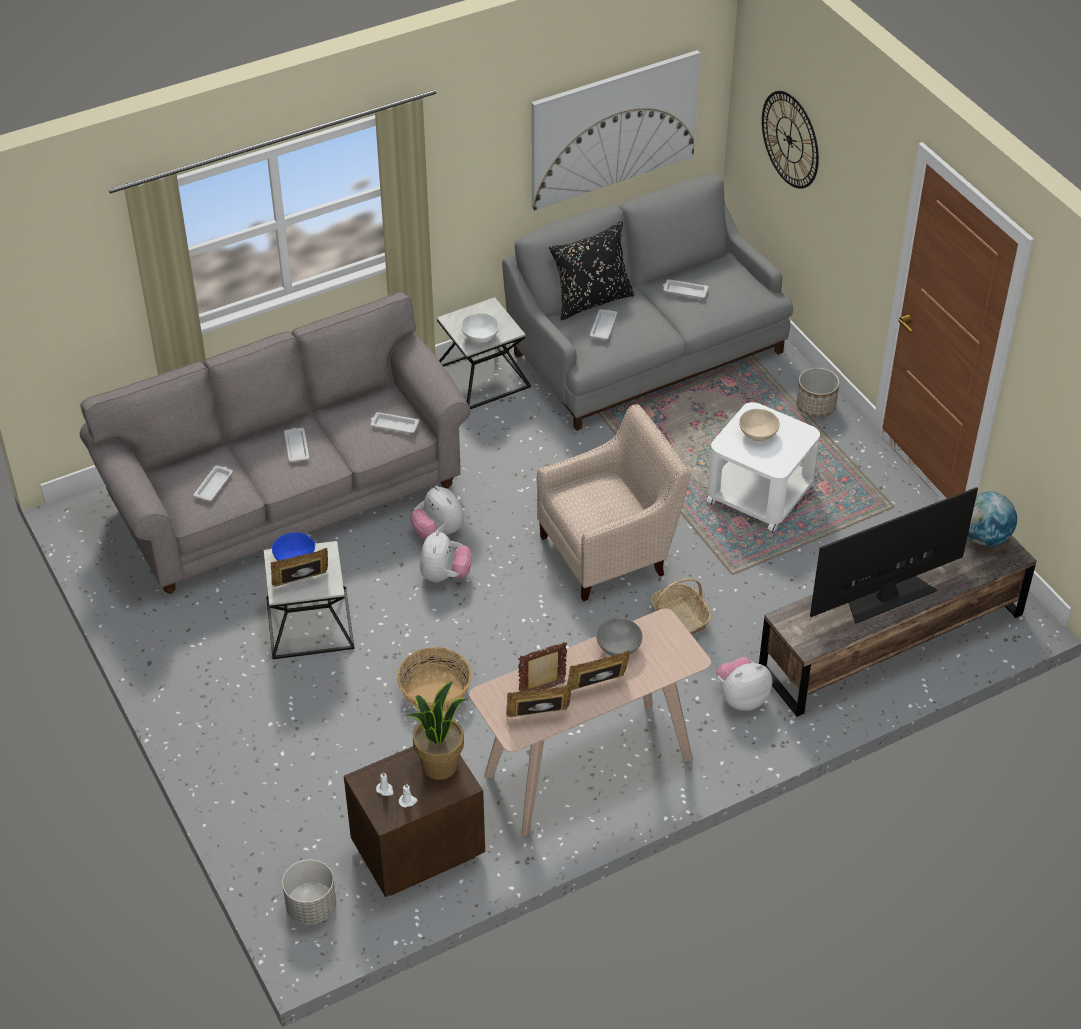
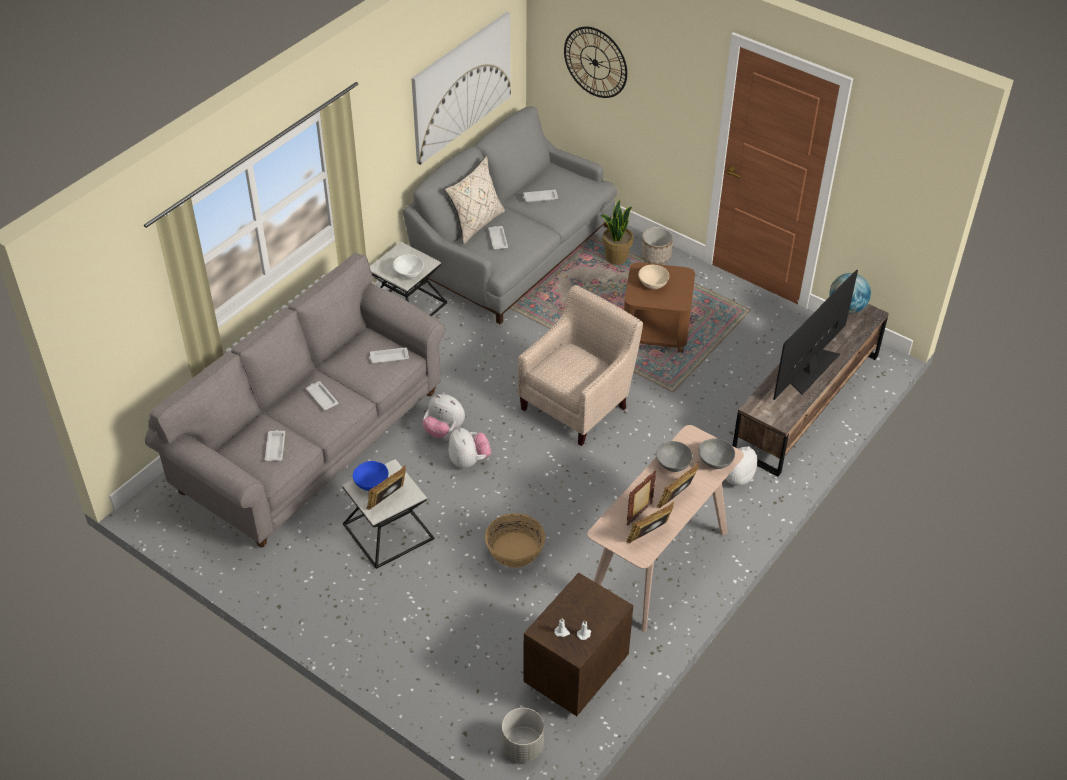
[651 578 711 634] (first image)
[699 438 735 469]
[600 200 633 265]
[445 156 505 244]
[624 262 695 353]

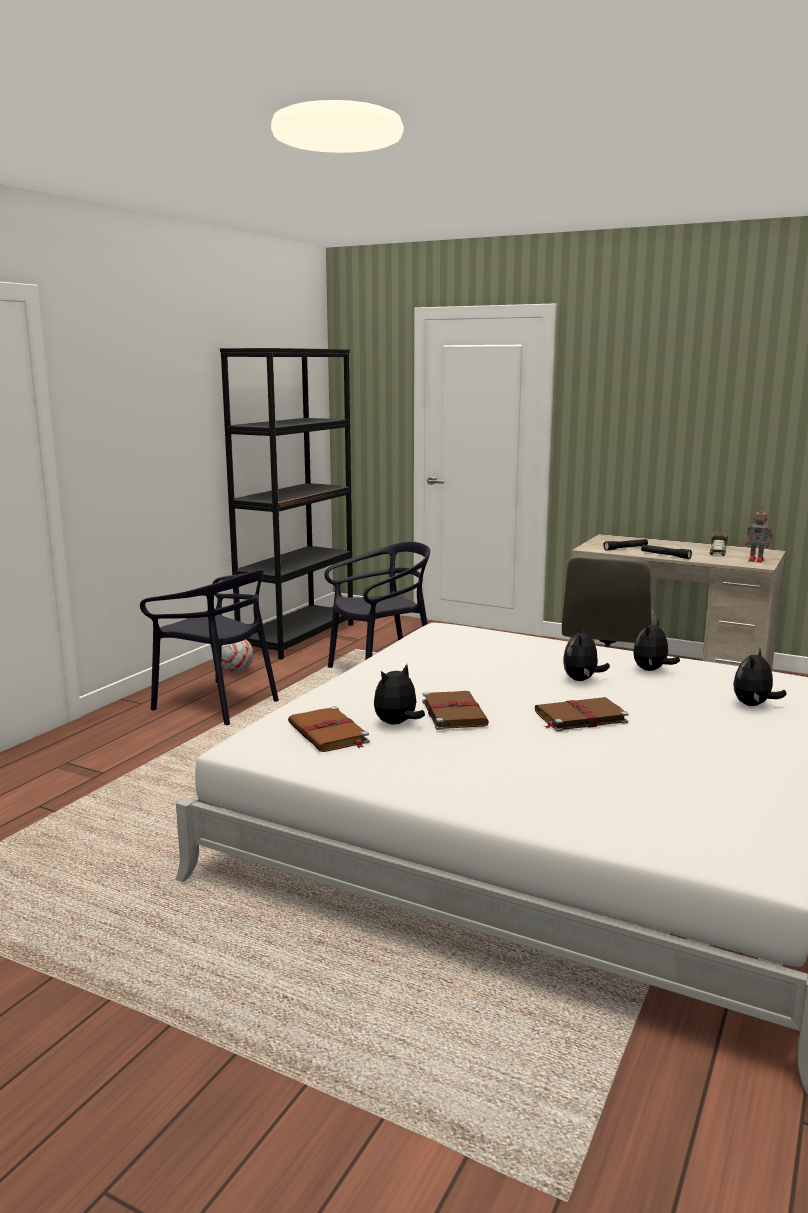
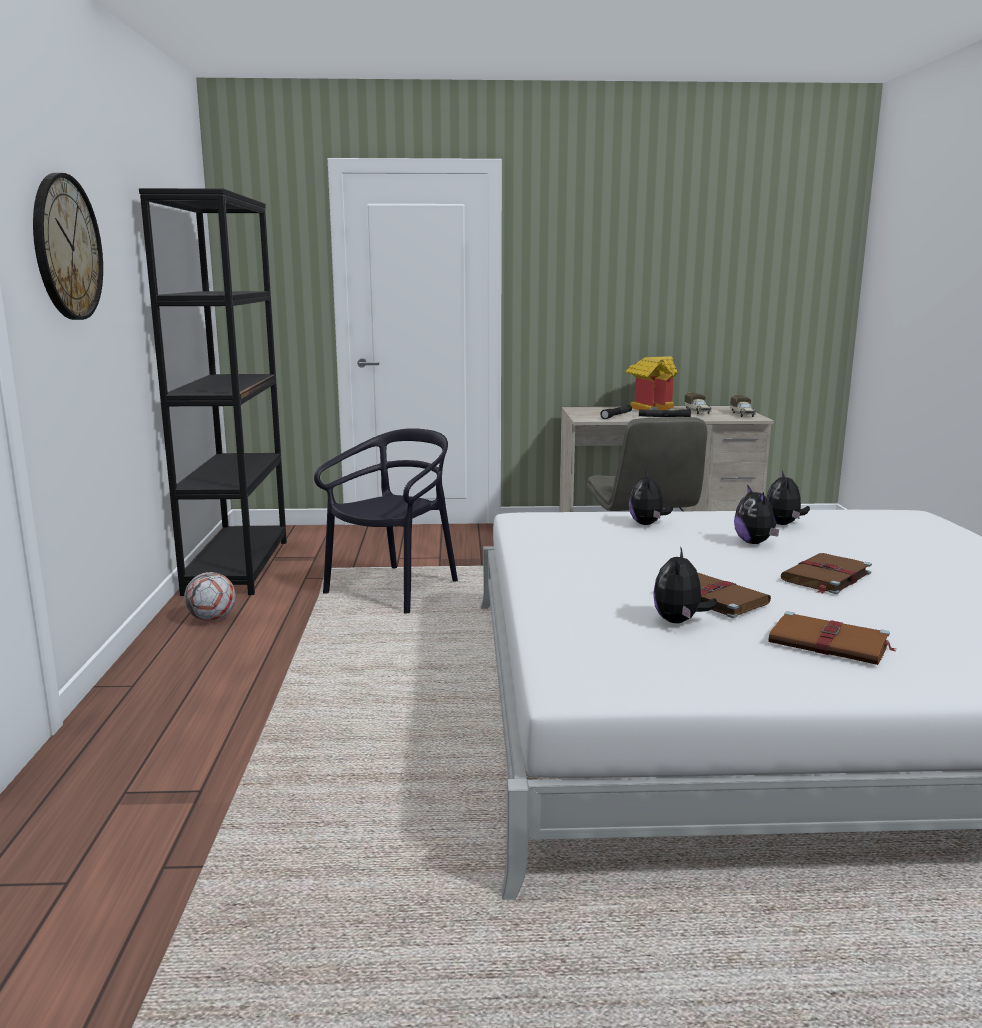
[140 569 279 725] (first image)
[33 173 103 320]
[625 356 678 410]
[769 611 897 665]
[629 471 673 525]
[730 395 756 417]

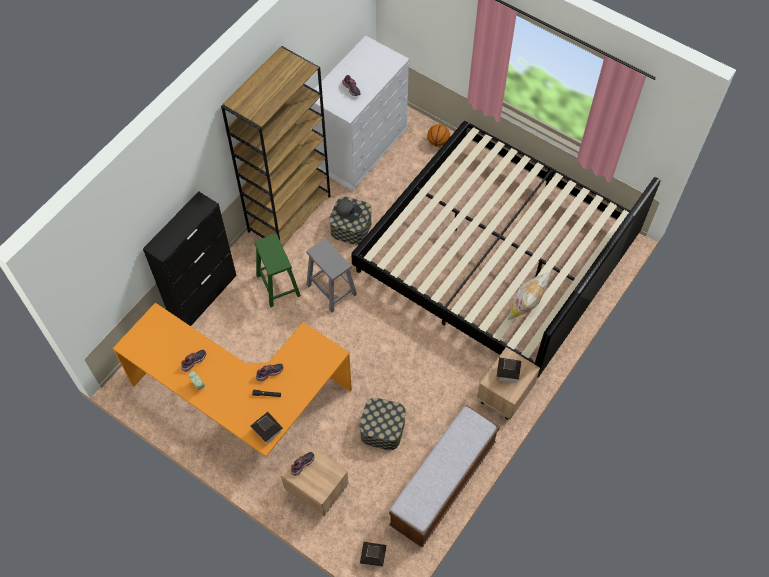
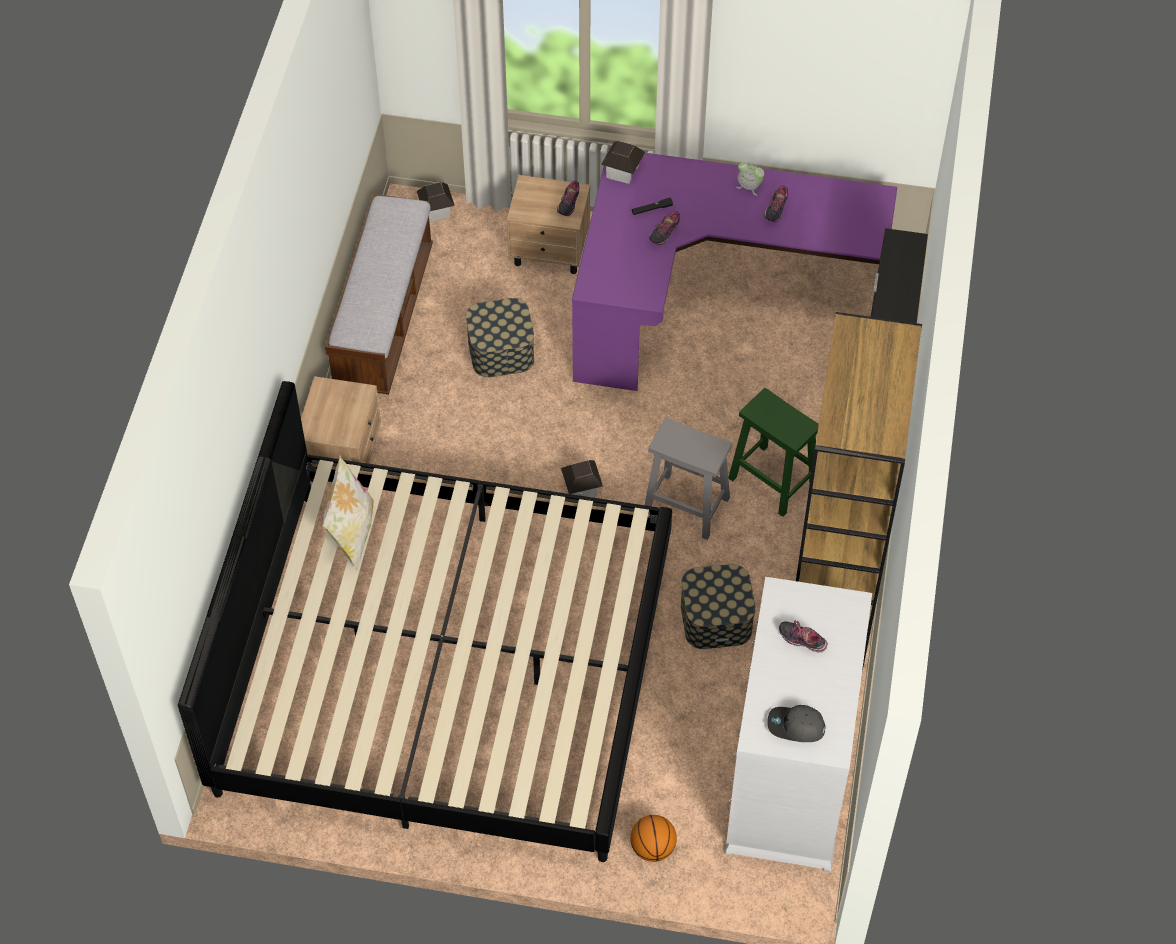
[767 705 825 742]
[561 460 603 497]
[572 148 897 391]

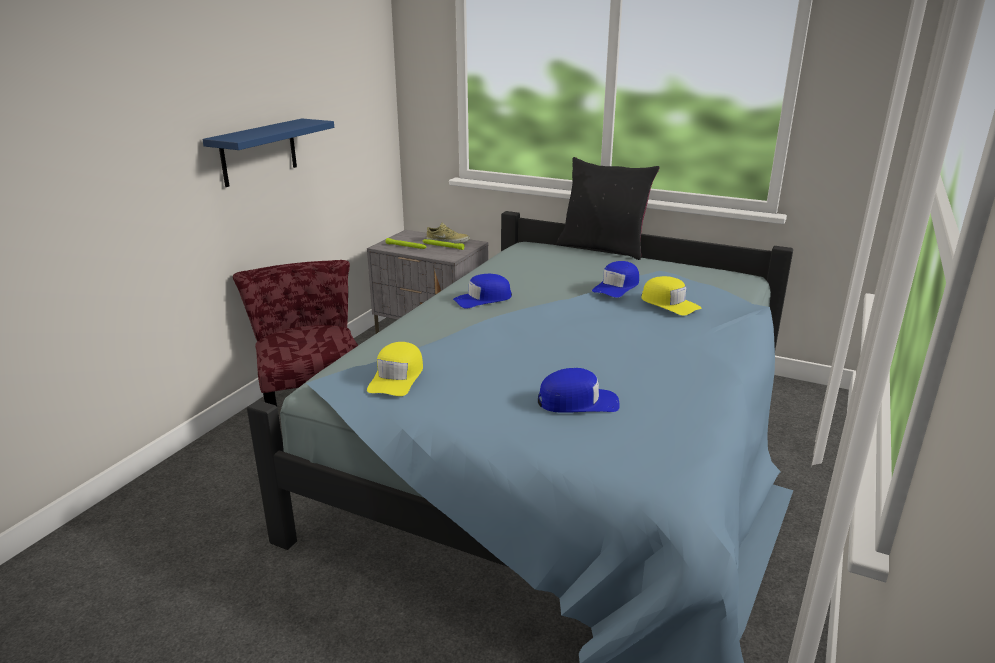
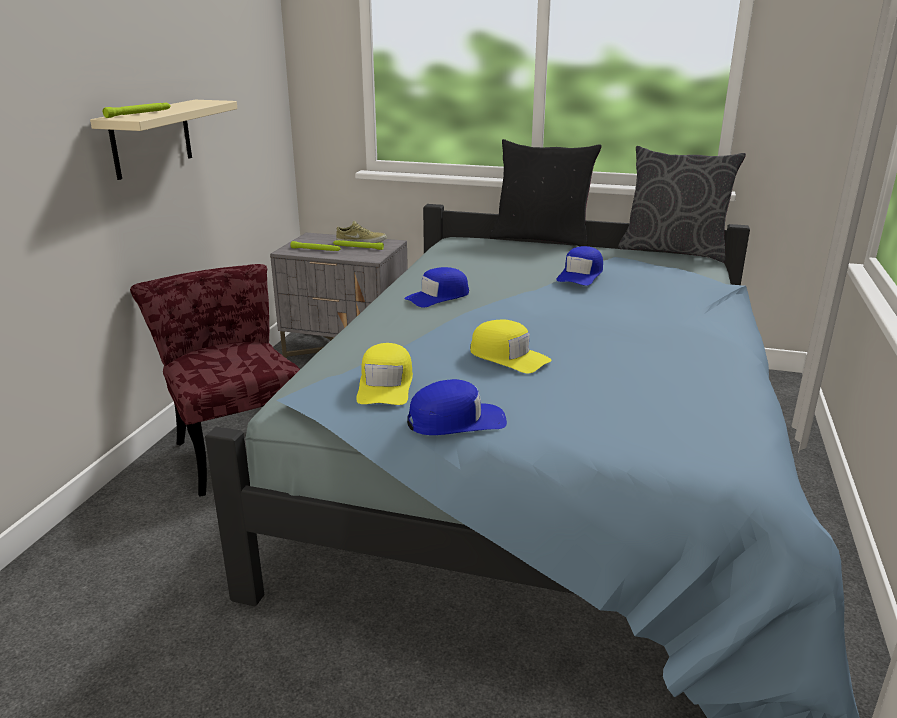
[103 103 171 118]
[618 146 746 262]
[407 379 507 435]
[470 319 552 374]
[90 100 237 180]

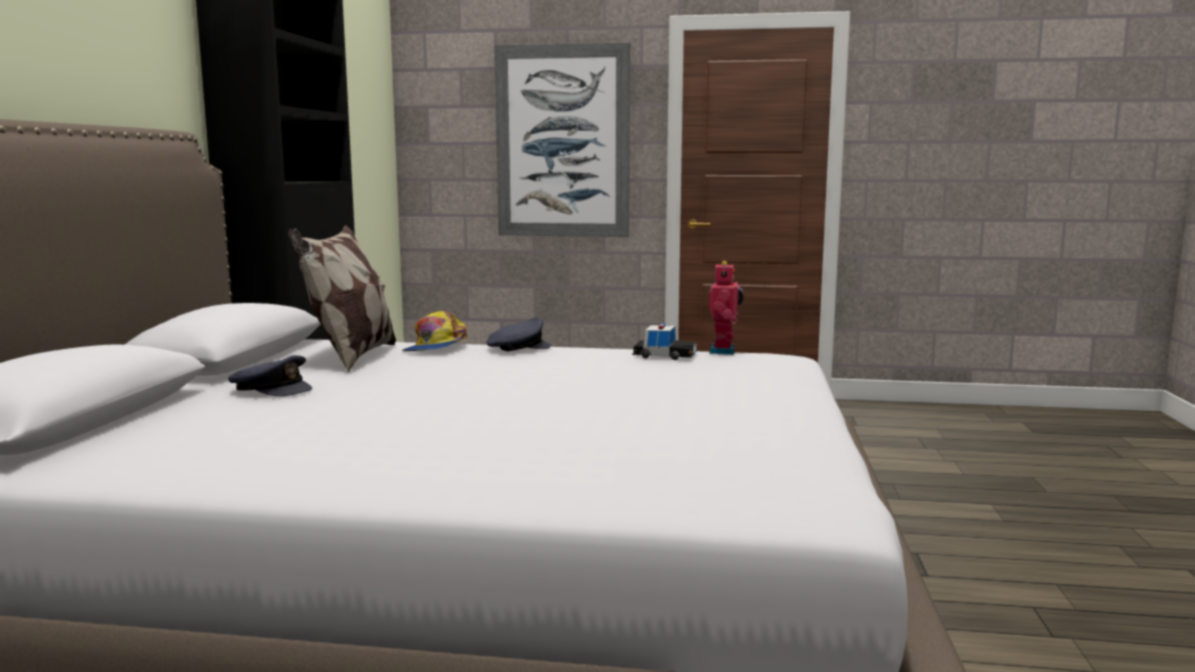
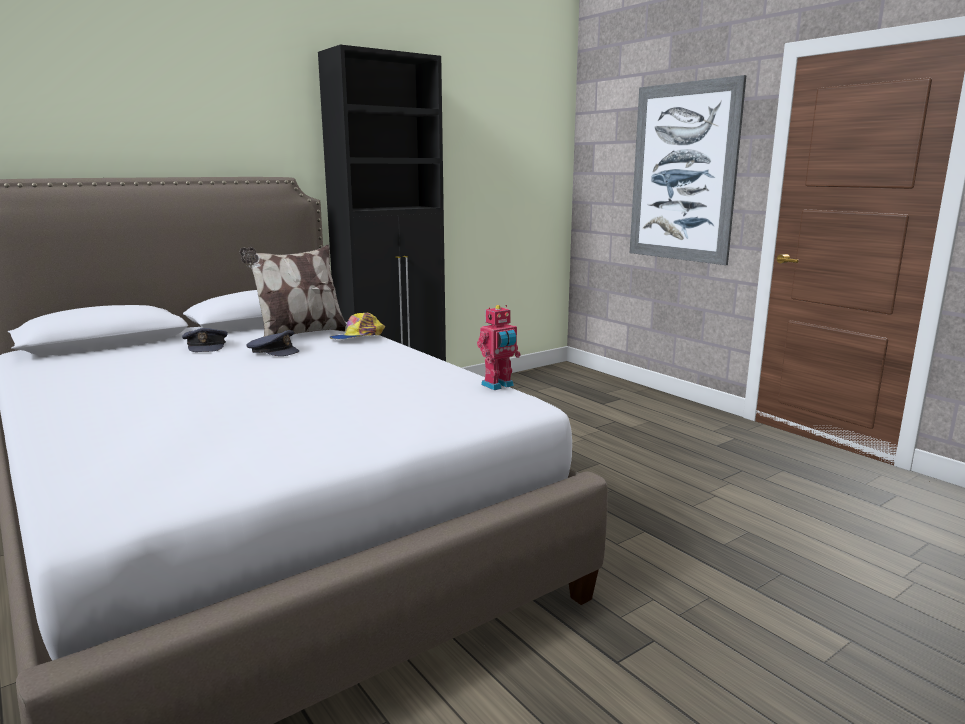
[632 323 698 360] (first image)
[246 330 299 356]

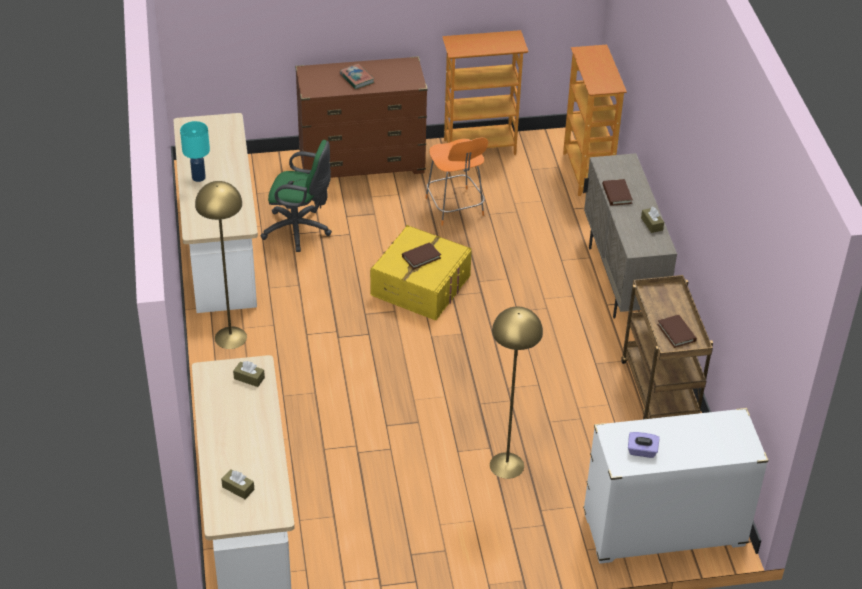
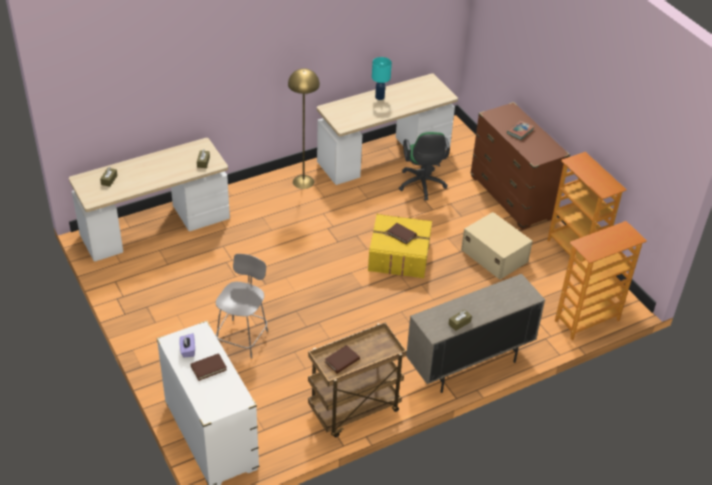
[190 353 227 381]
[461 212 533 280]
[215 254 268 358]

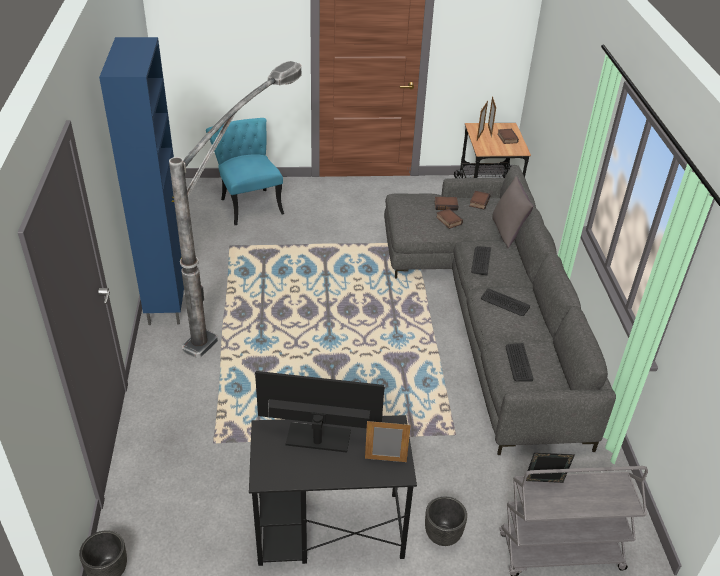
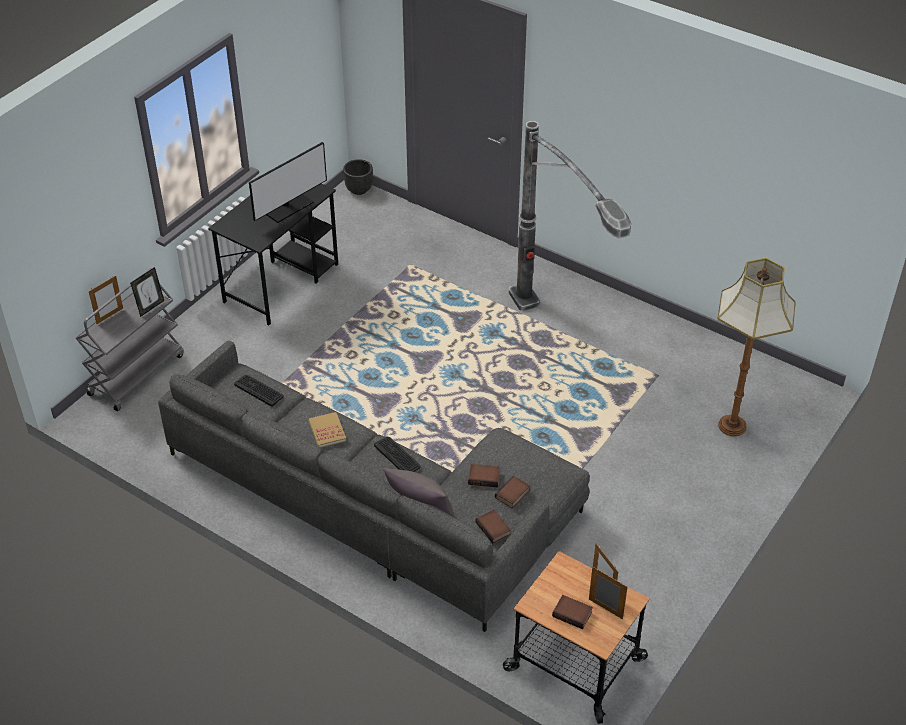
[99 37 184 325] (first image)
[425 496 467 546] (first image)
[89 276 123 324]
[717 258 796 437]
[309 412 347 448]

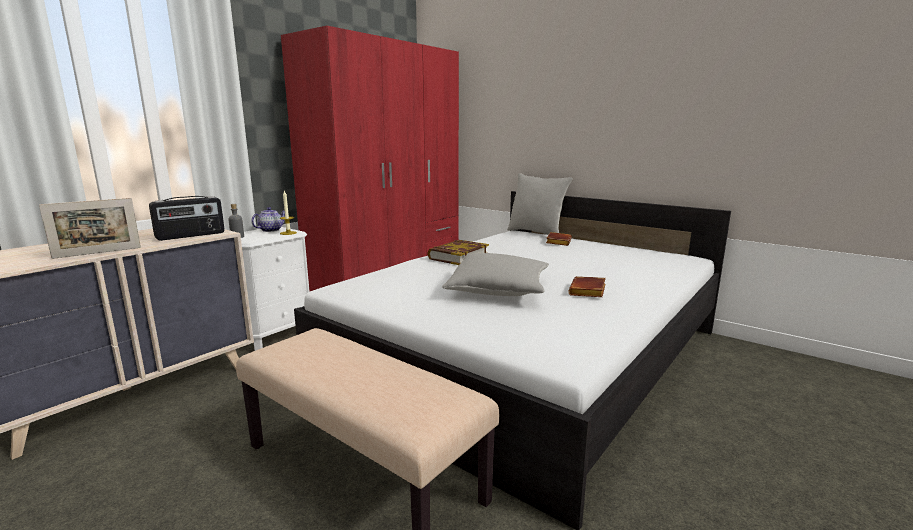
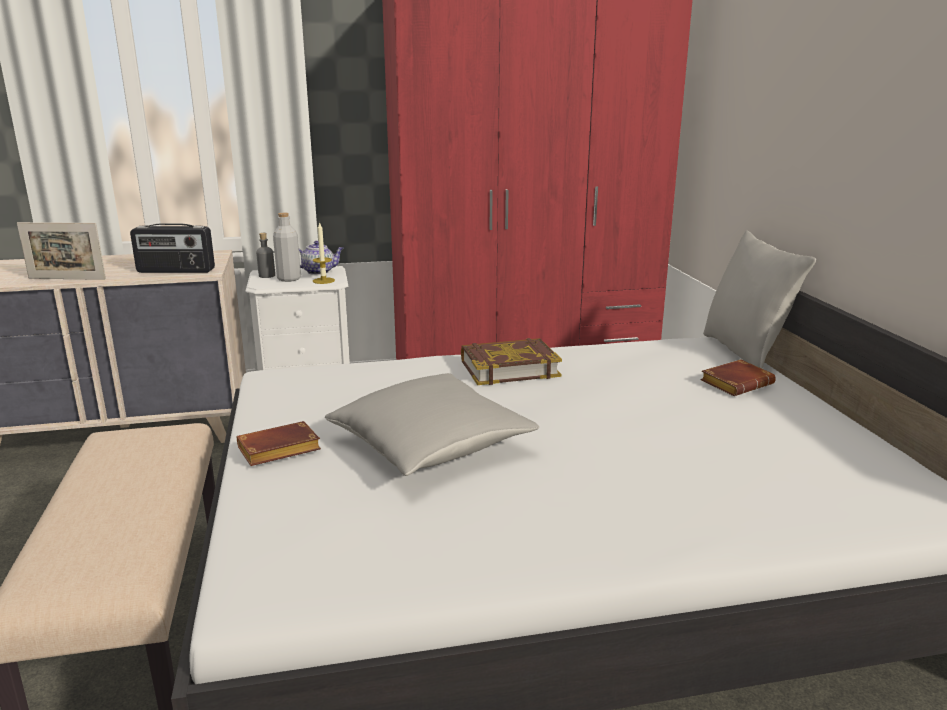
[273 213 301 282]
[237 421 321 466]

